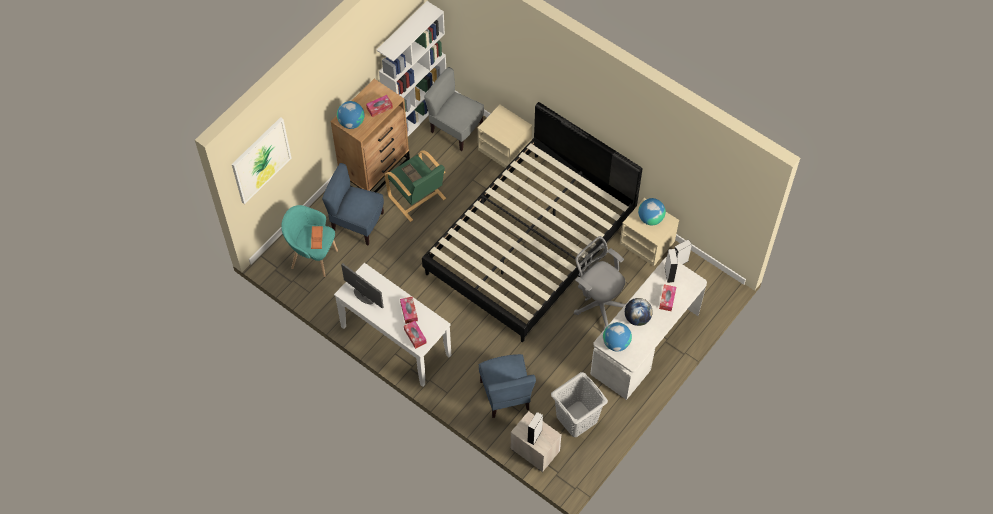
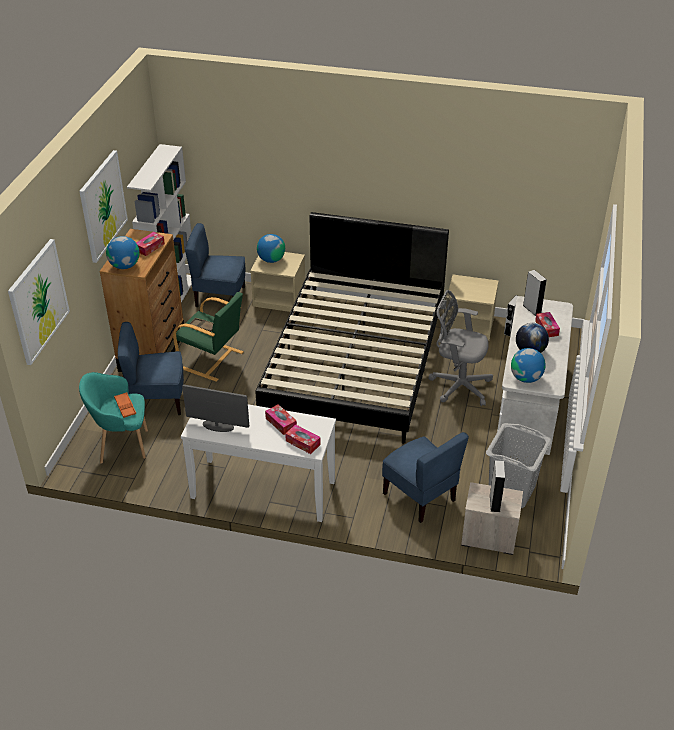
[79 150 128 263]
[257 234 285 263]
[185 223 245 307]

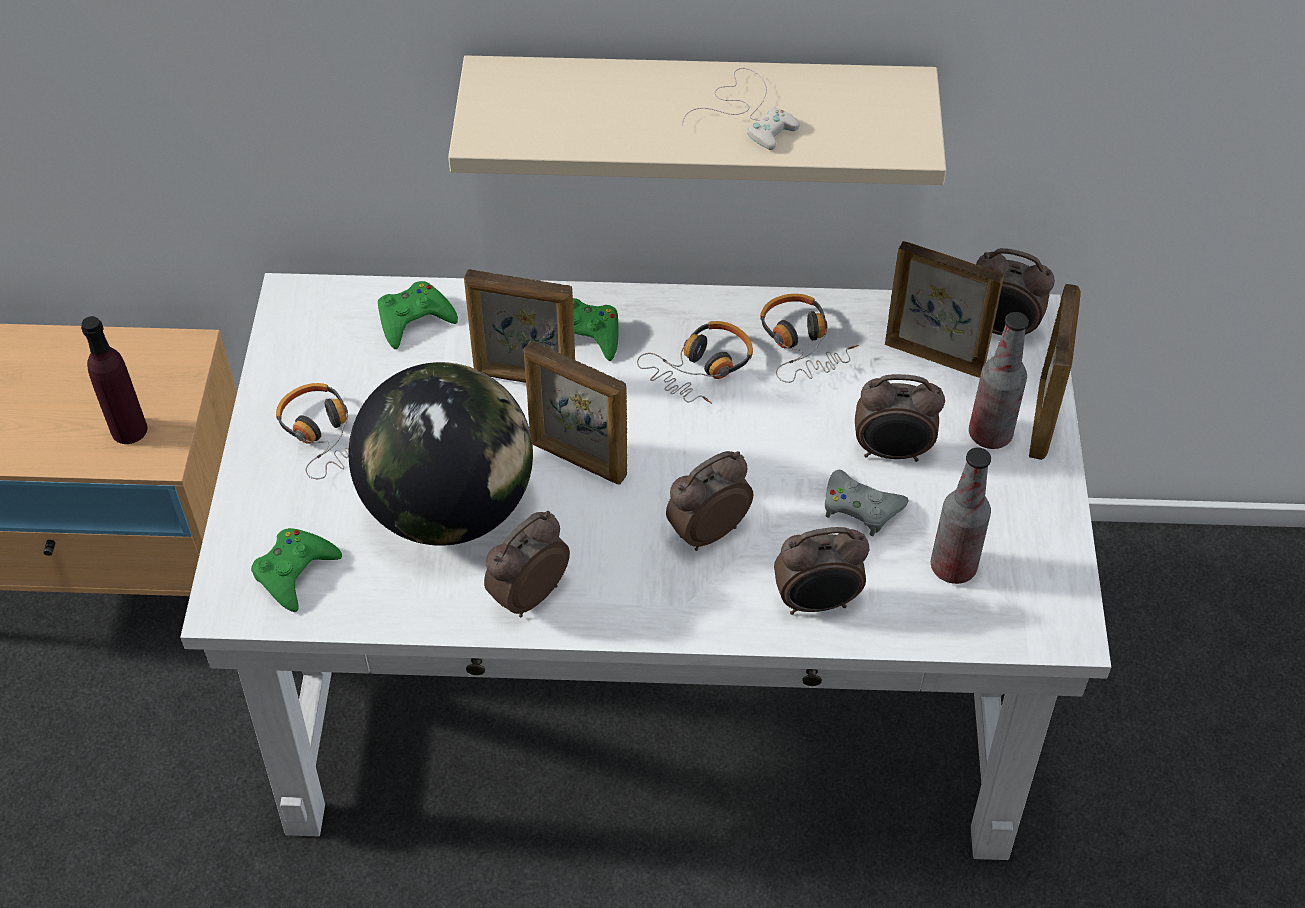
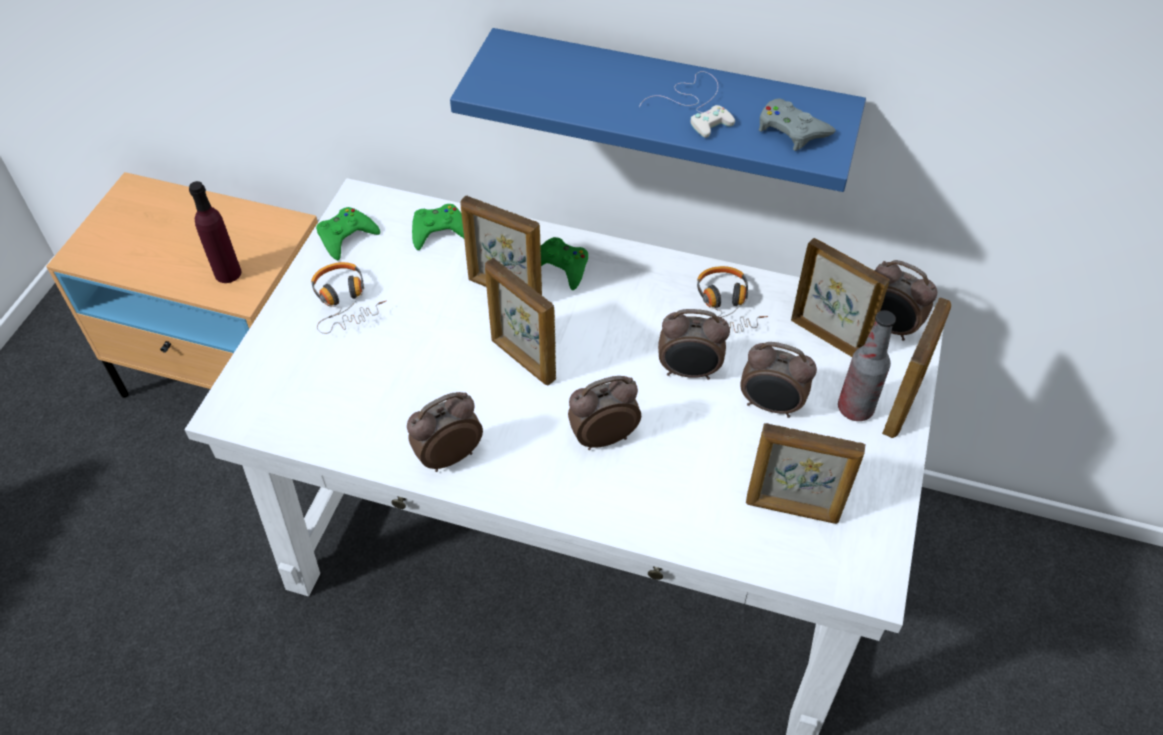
[348 362 533 546] (first image)
[637 321 753 404] (first image)
[316 207 380 260]
[658 309 730 380]
[759 99 835 151]
[746 423 865 524]
[450 28 866 192]

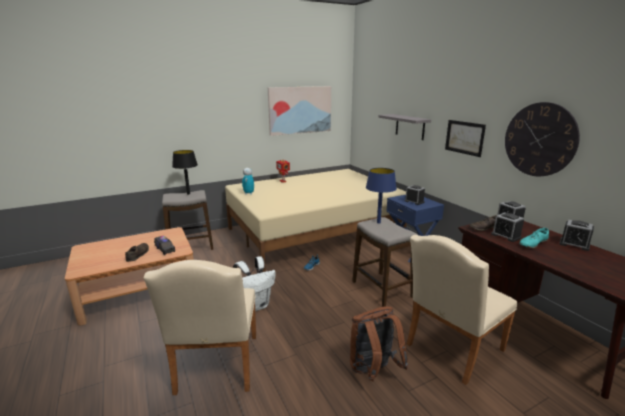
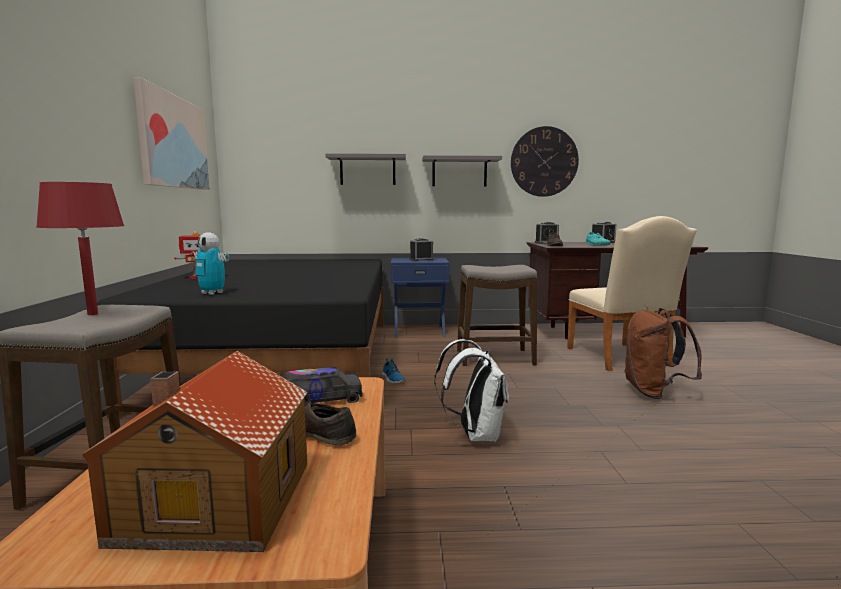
[144 260 256 395] (first image)
[366 168 397 223] (first image)
[491 213 524 242] (first image)
[82 351 308 552]
[422 155 502 186]
[36 182 124 315]
[97 259 384 419]

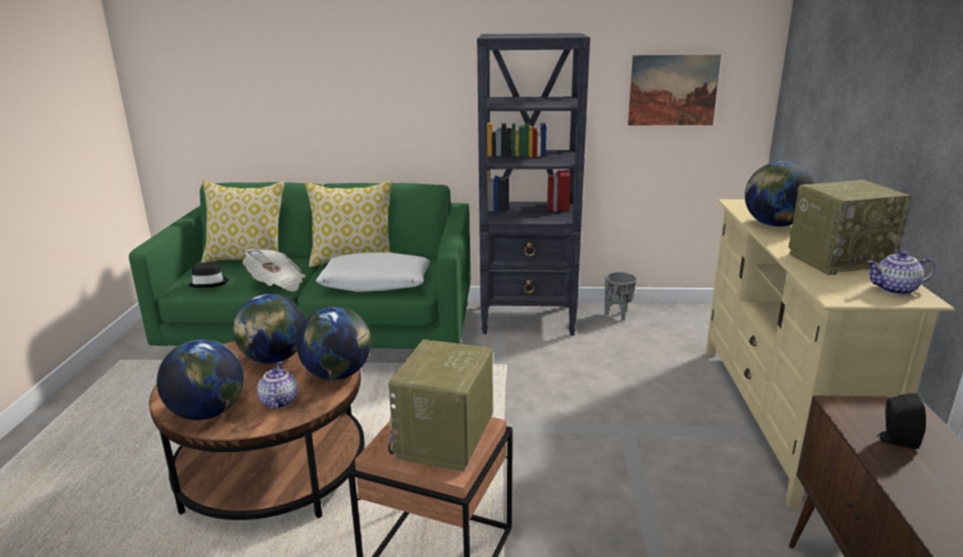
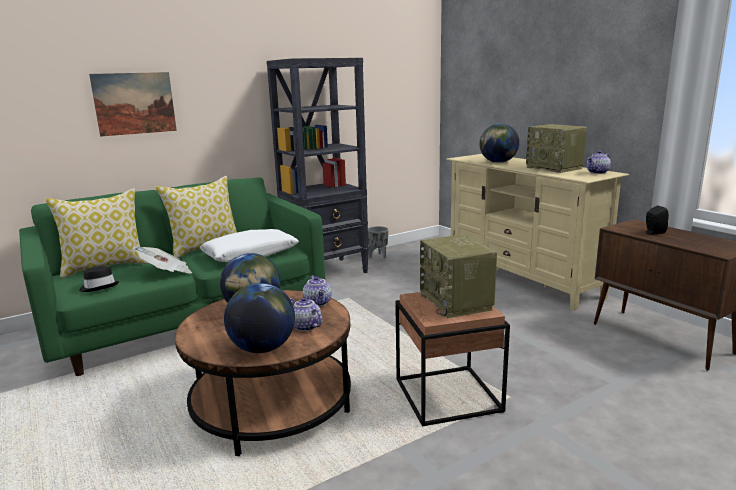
[89 72 177 137]
[303 275 332 307]
[526 124 587 173]

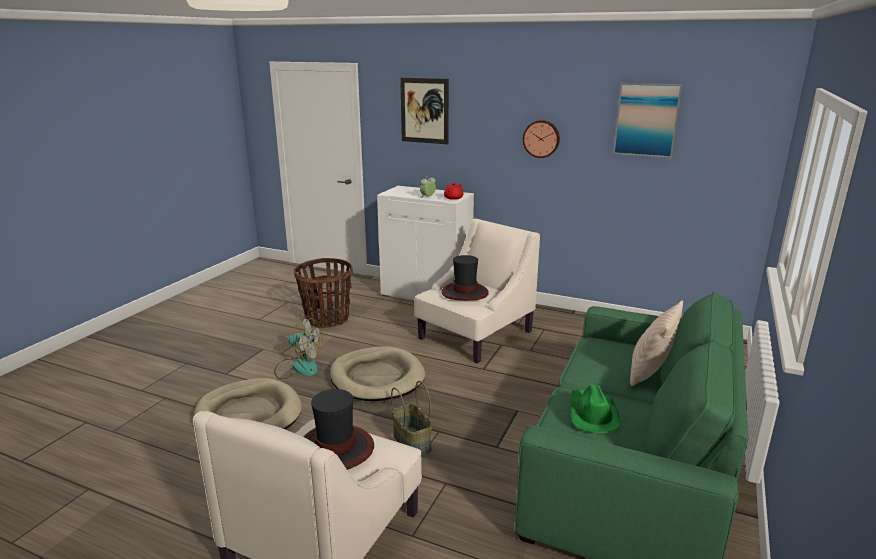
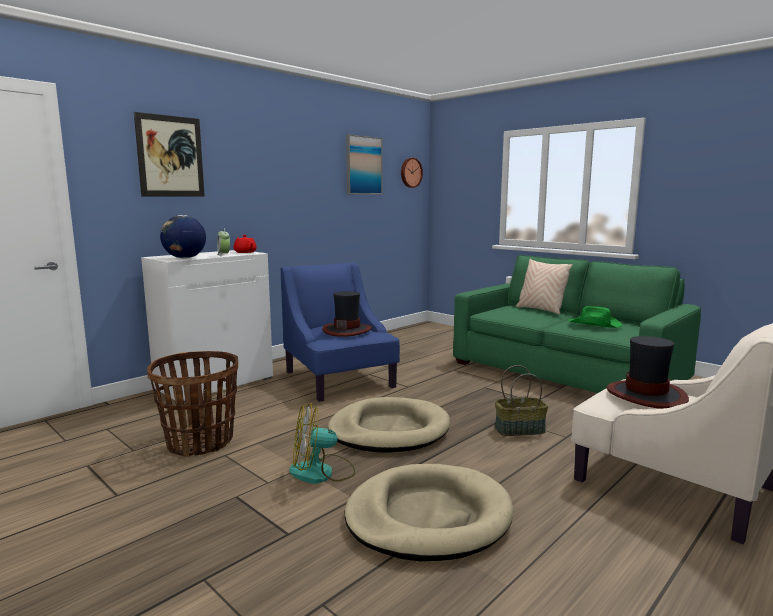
[160 215 206 259]
[401 158 423 188]
[281 263 400 402]
[289 403 356 484]

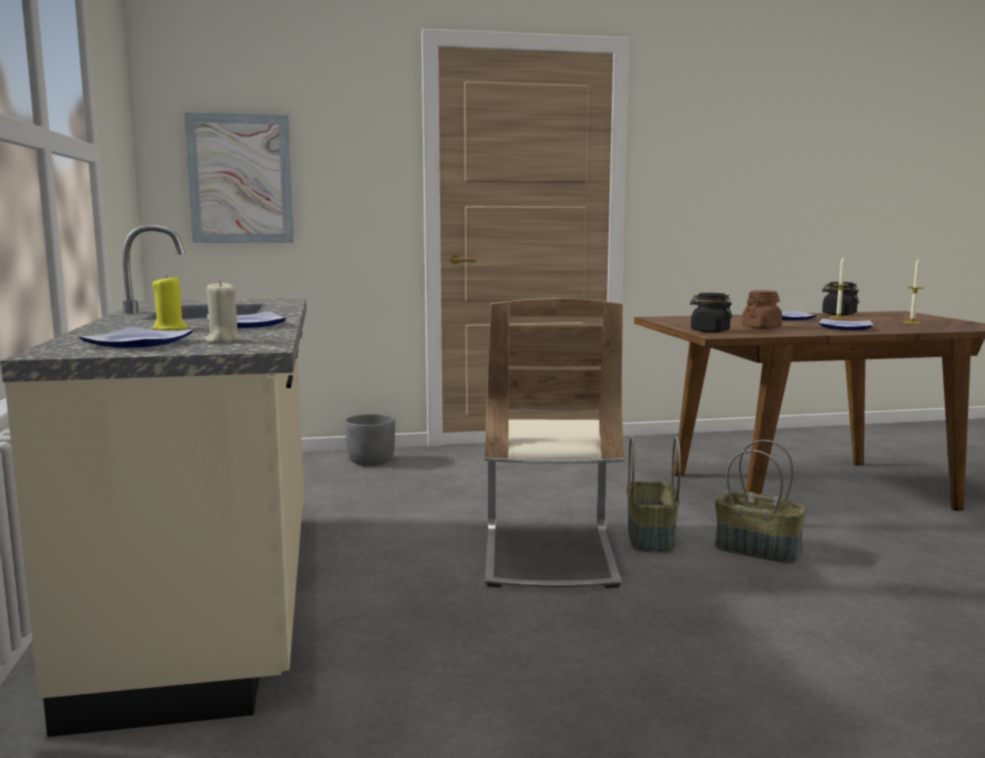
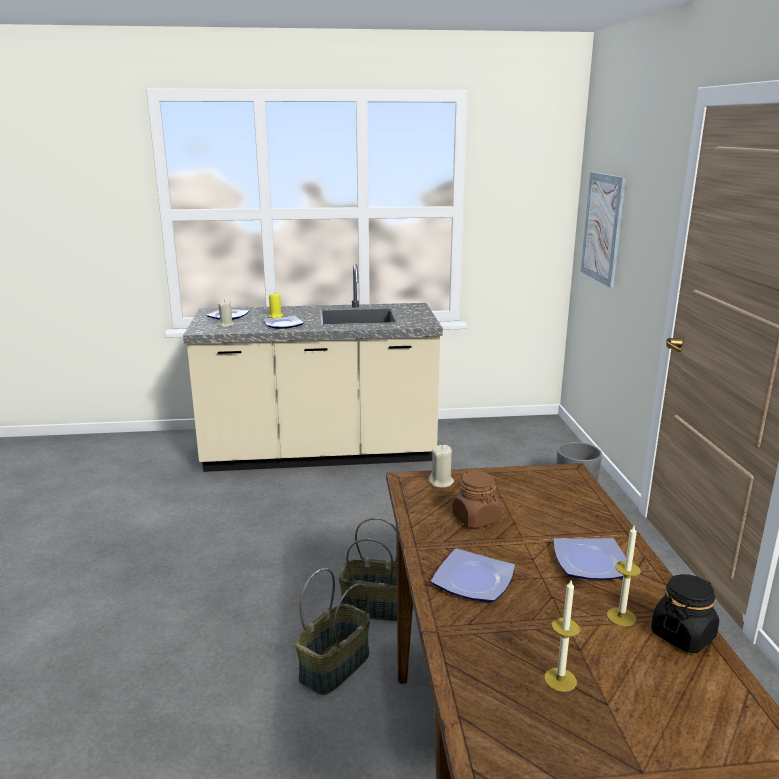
[485 298 624 588] (first image)
[428 445 454 488]

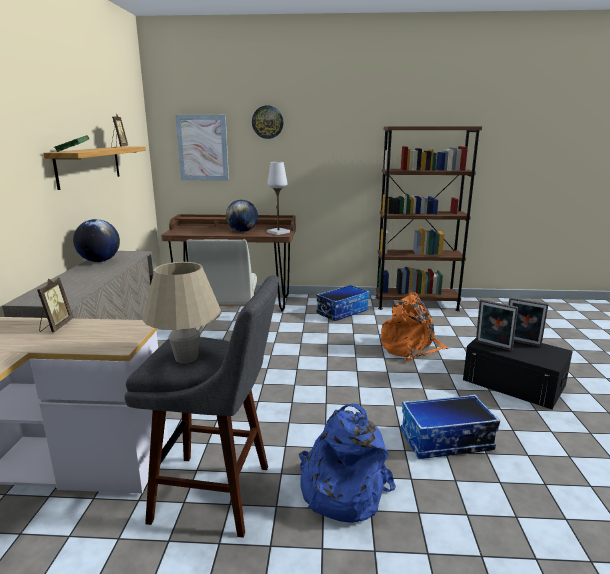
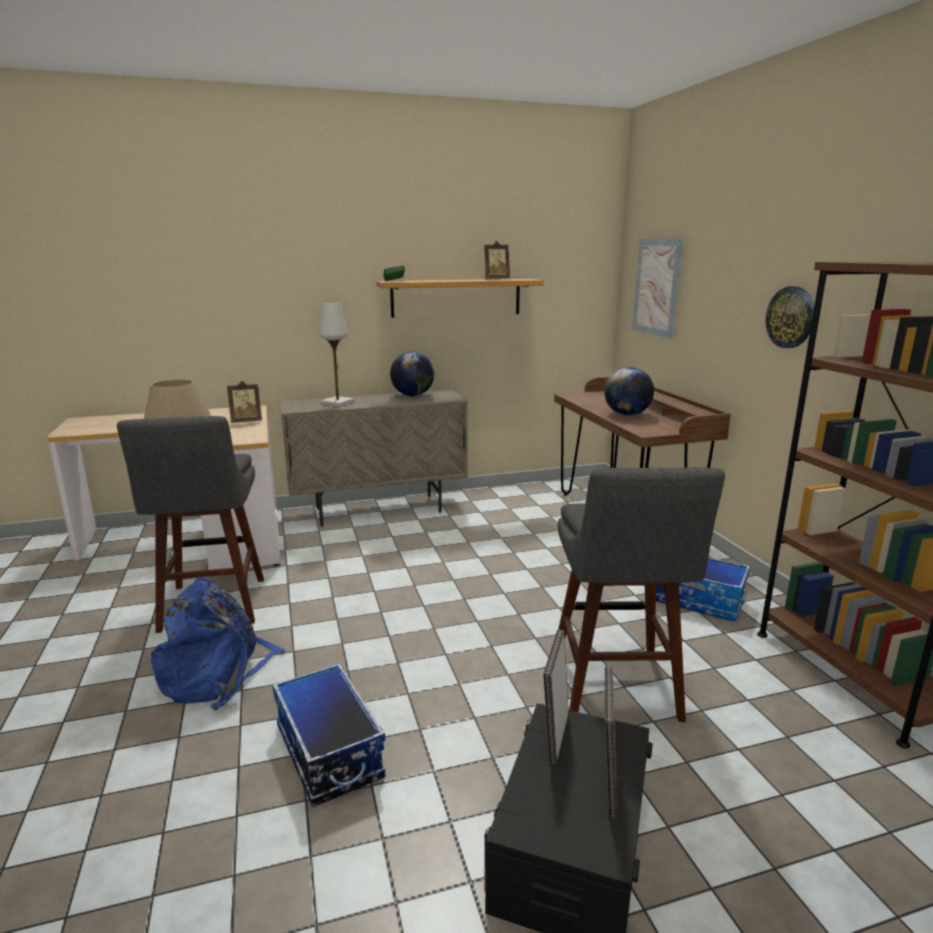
[187 240 257 333] (first image)
[766 286 814 348]
[319 302 355 407]
[558 468 725 722]

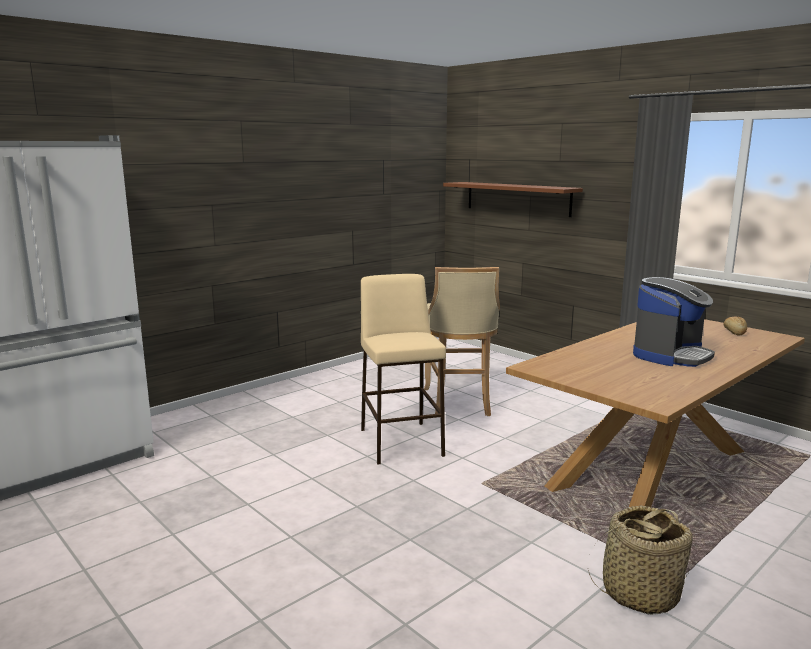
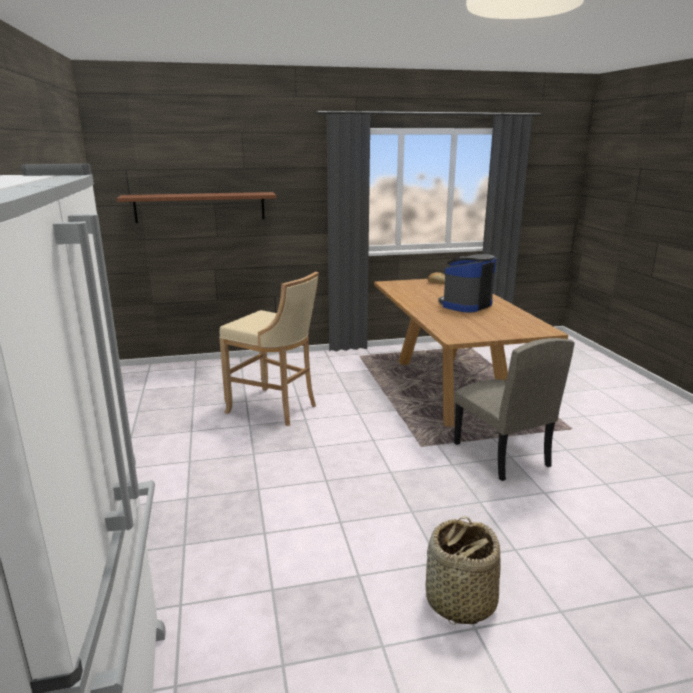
[361 274 446 464] (first image)
[454 338 575 481]
[426 516 501 624]
[438 254 497 313]

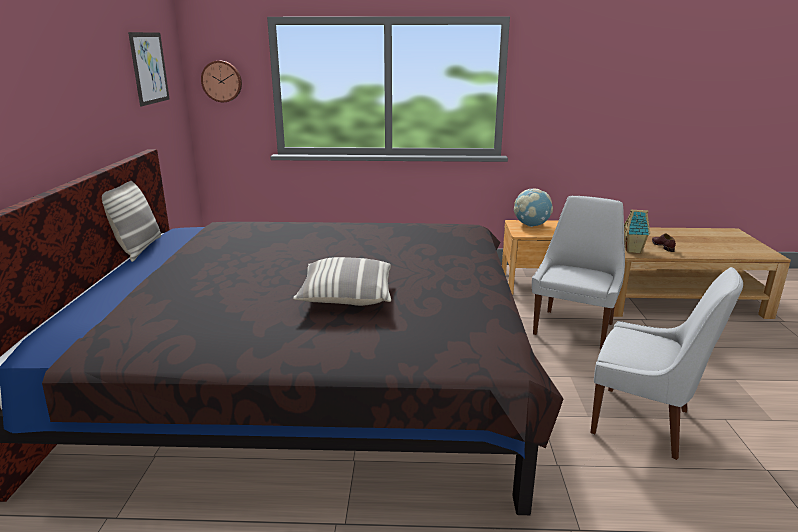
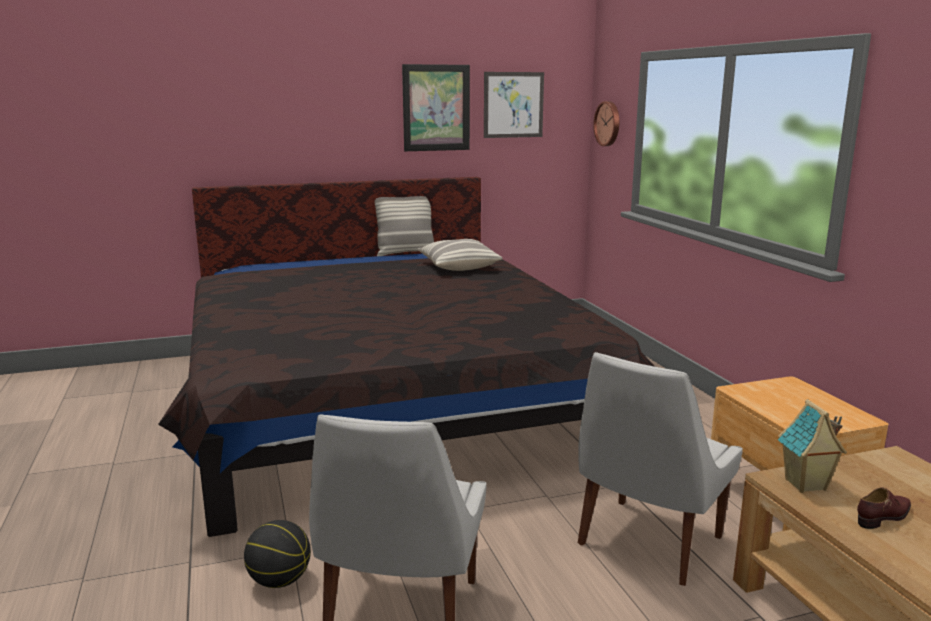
[514 188 553 227] (first image)
[244 520 311 588]
[402 64 470 151]
[417 239 503 271]
[578 352 743 586]

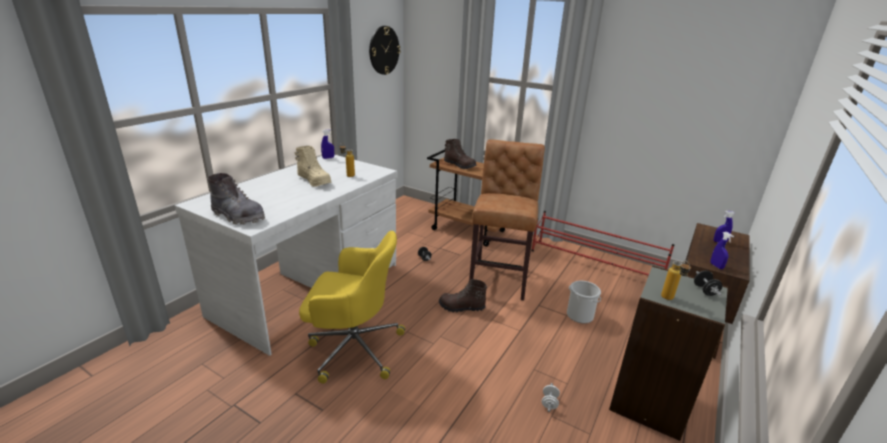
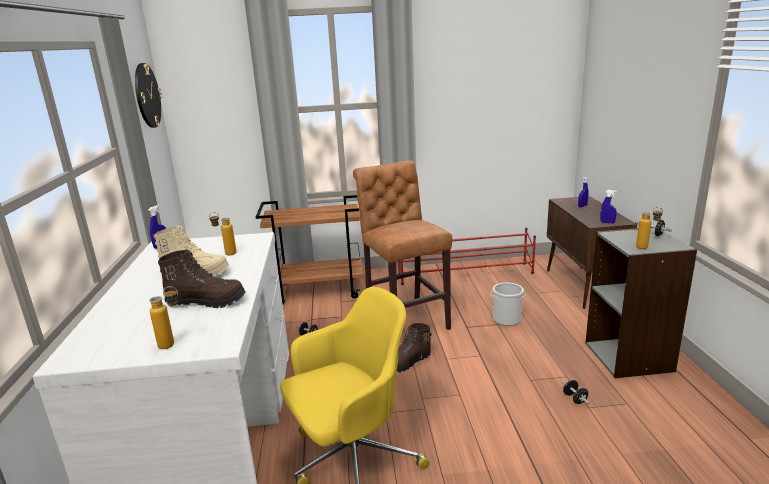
[158 249 246 308]
[149 286 178 349]
[562 380 590 404]

